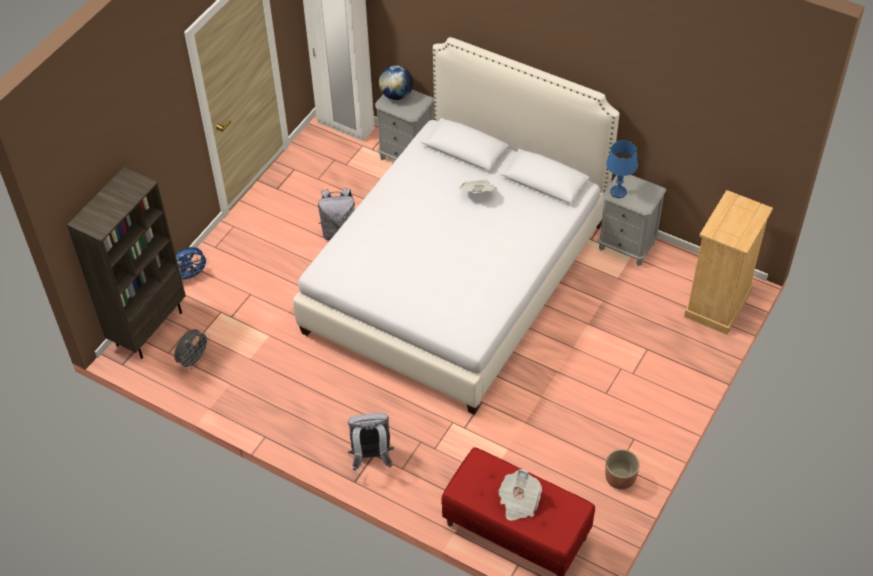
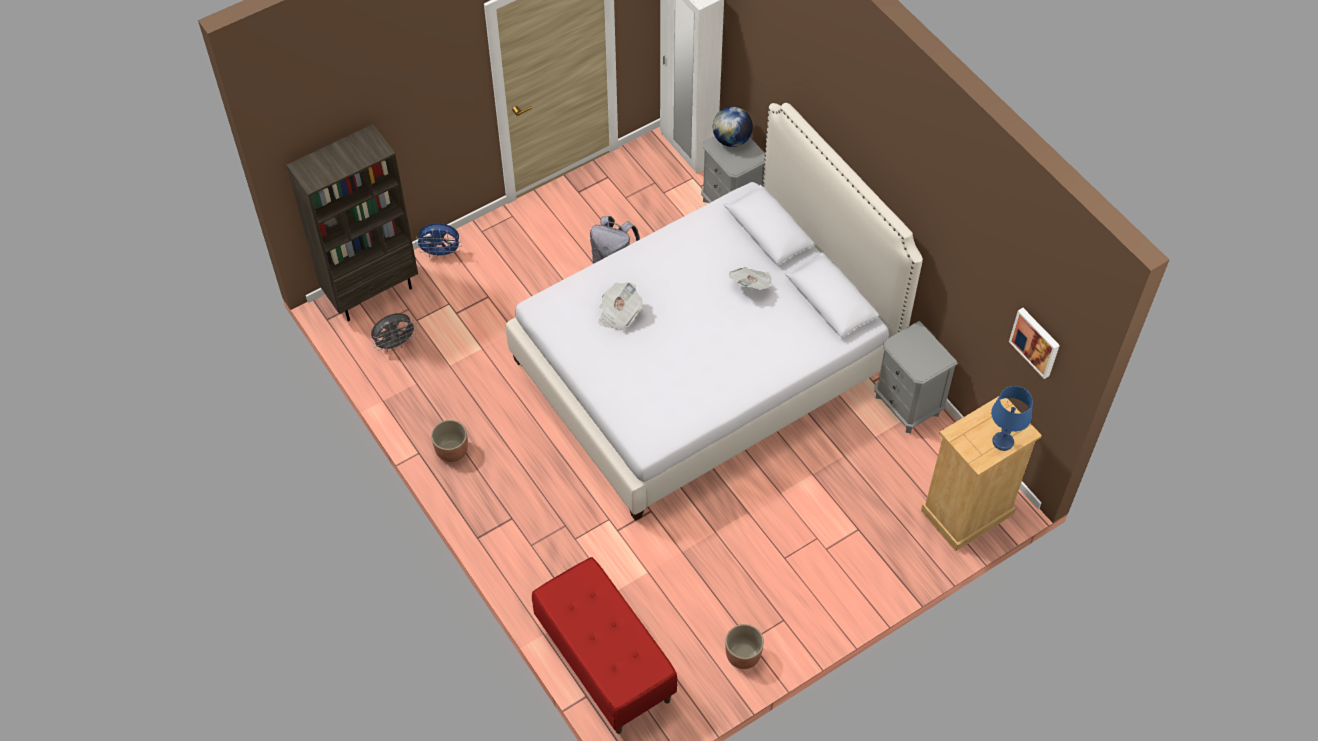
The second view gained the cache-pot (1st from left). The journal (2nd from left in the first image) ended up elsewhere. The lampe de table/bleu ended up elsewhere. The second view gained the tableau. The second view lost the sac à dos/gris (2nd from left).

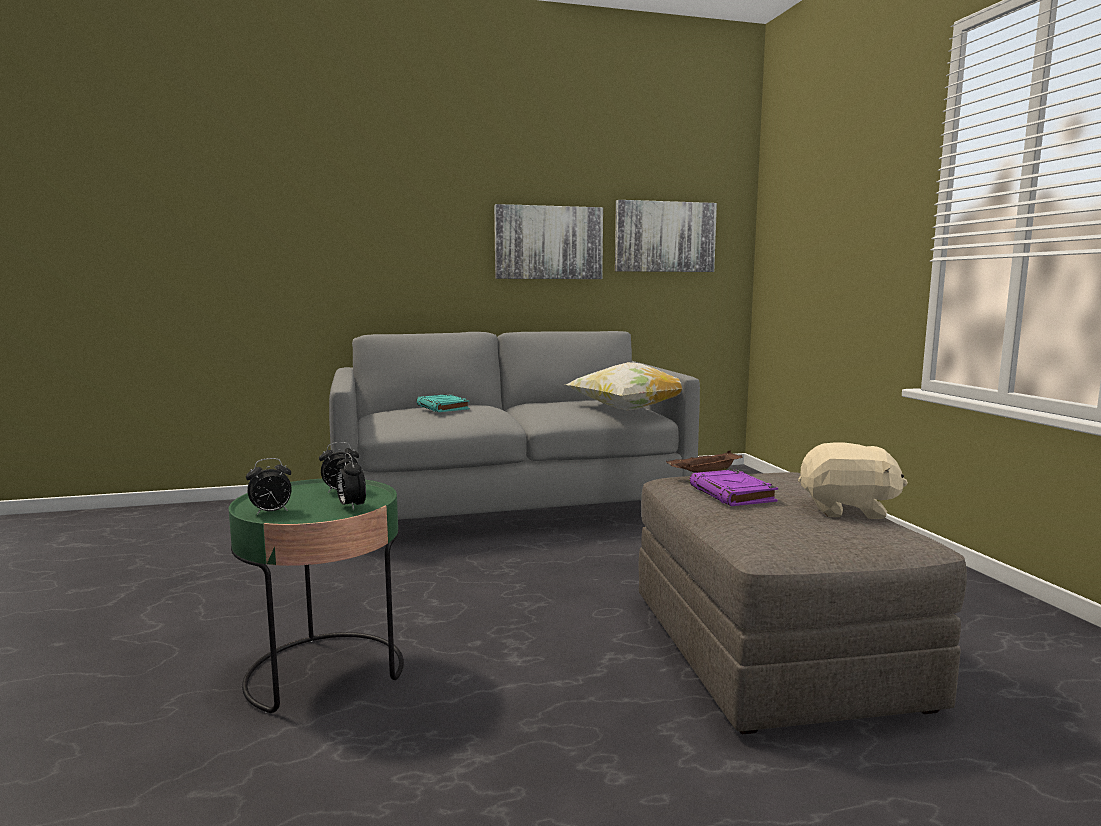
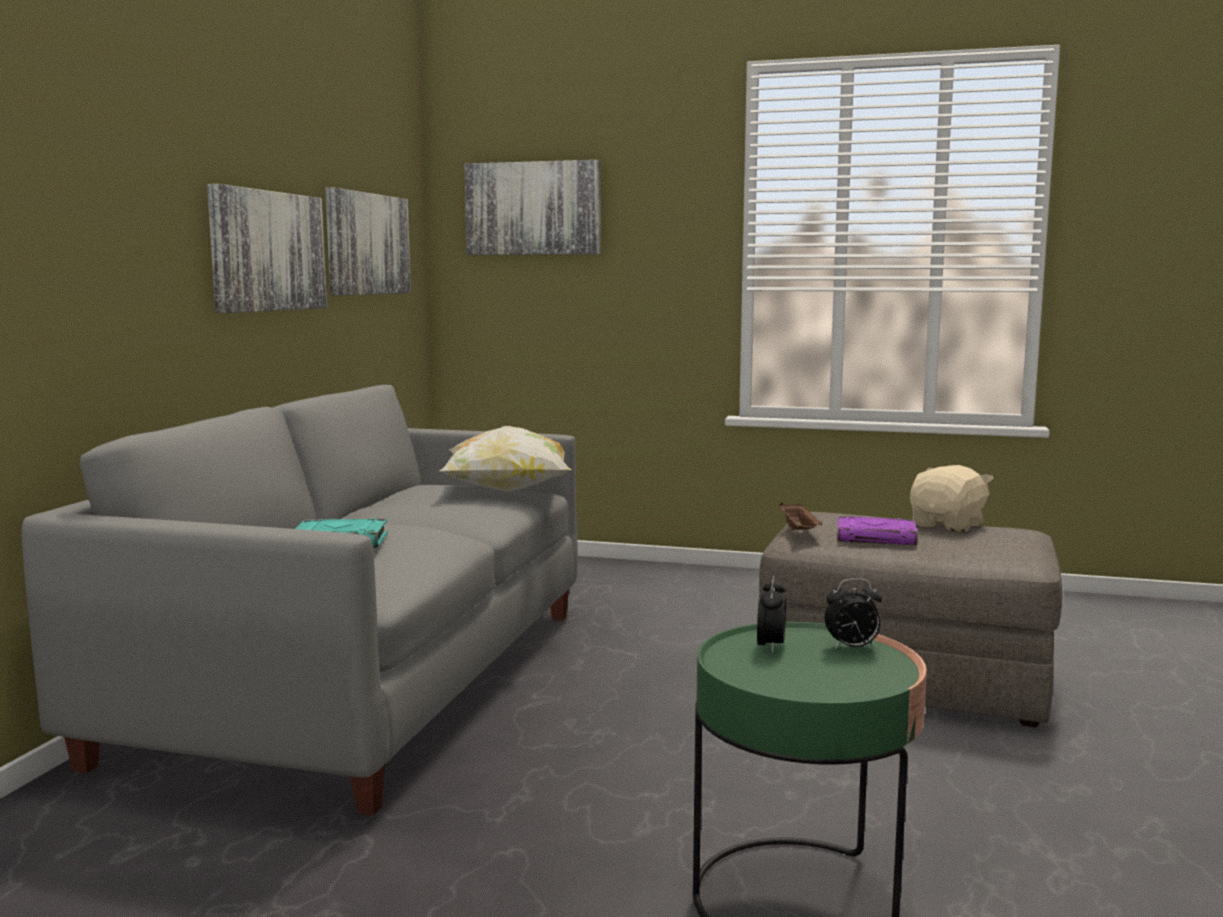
The second view gained the tableau (3rd from left). The second view lost the réveil (1st from left).

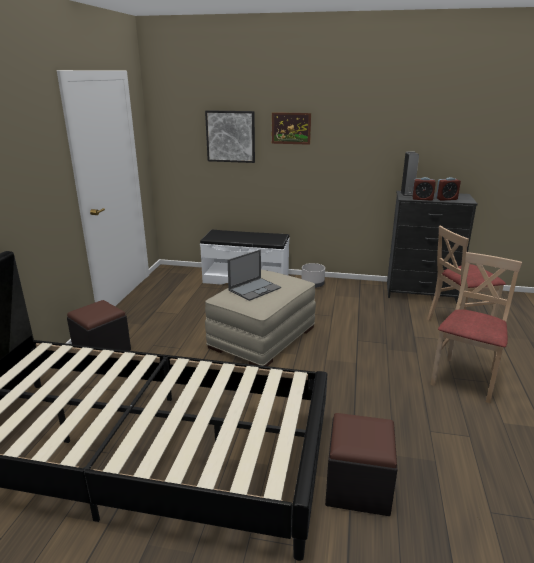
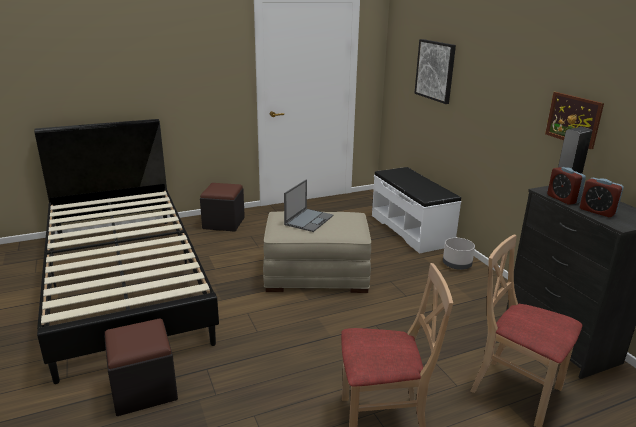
The ordinateur portable ended up facing another way, 75 degrees counterclockwise from before. The tableau (2nd from left) ended up elsewhere.

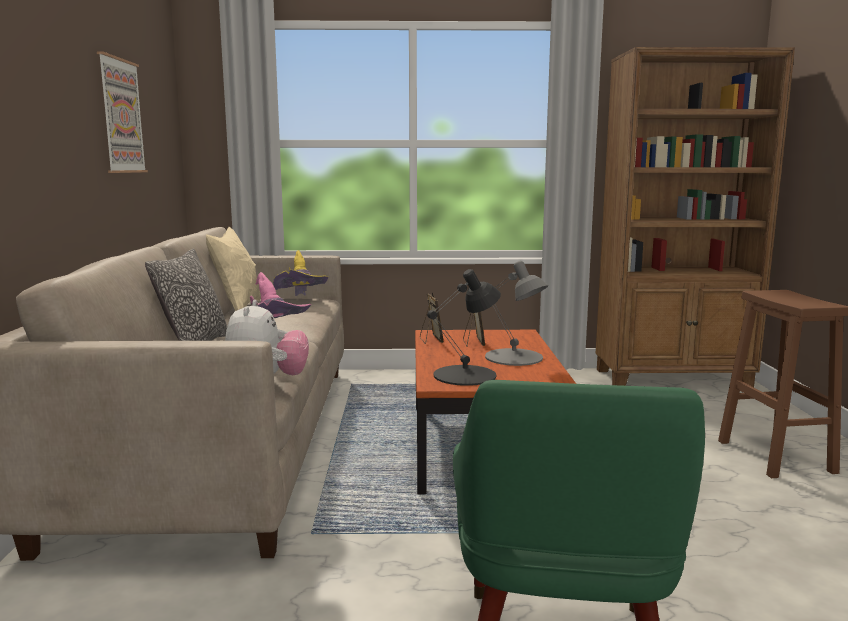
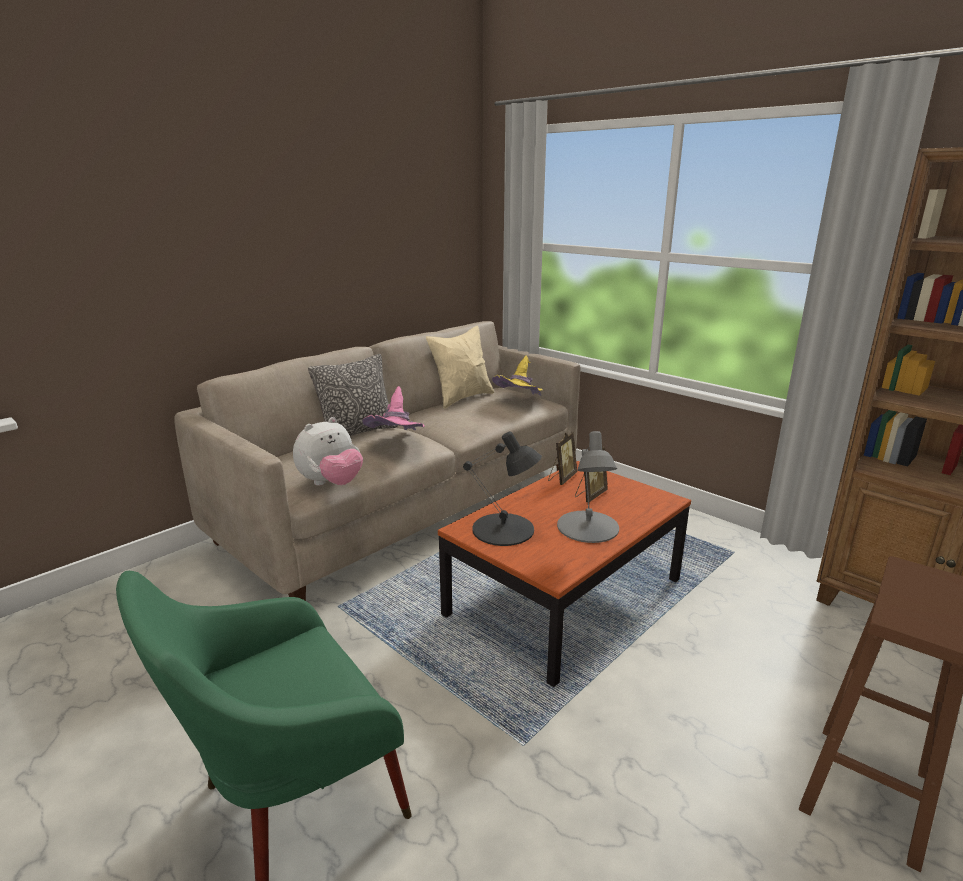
The second view lost the tableau.

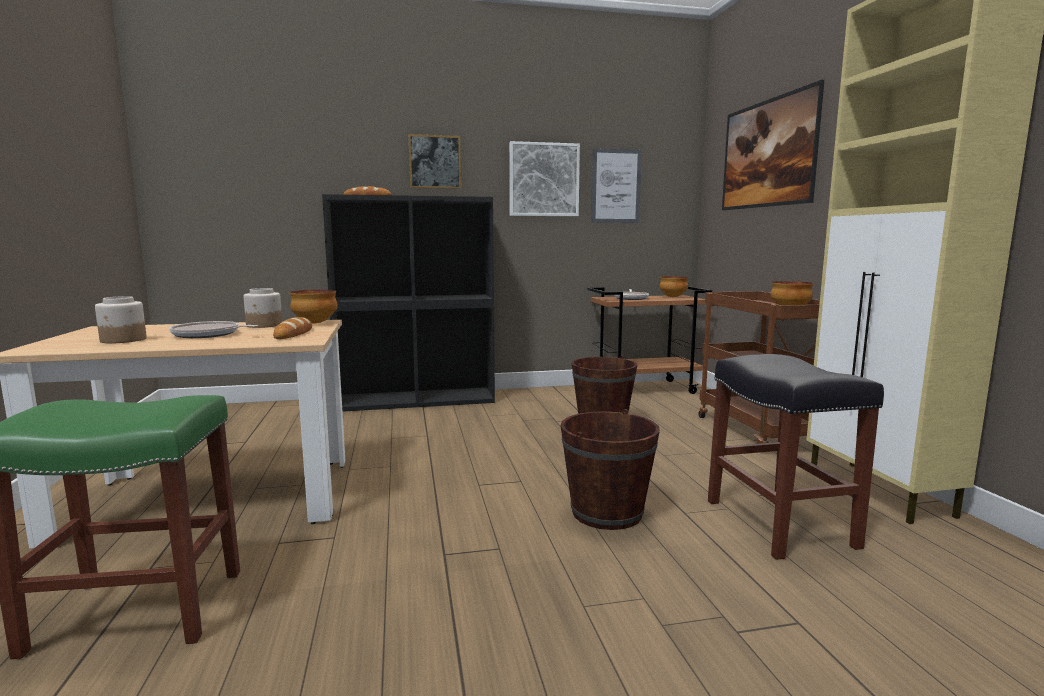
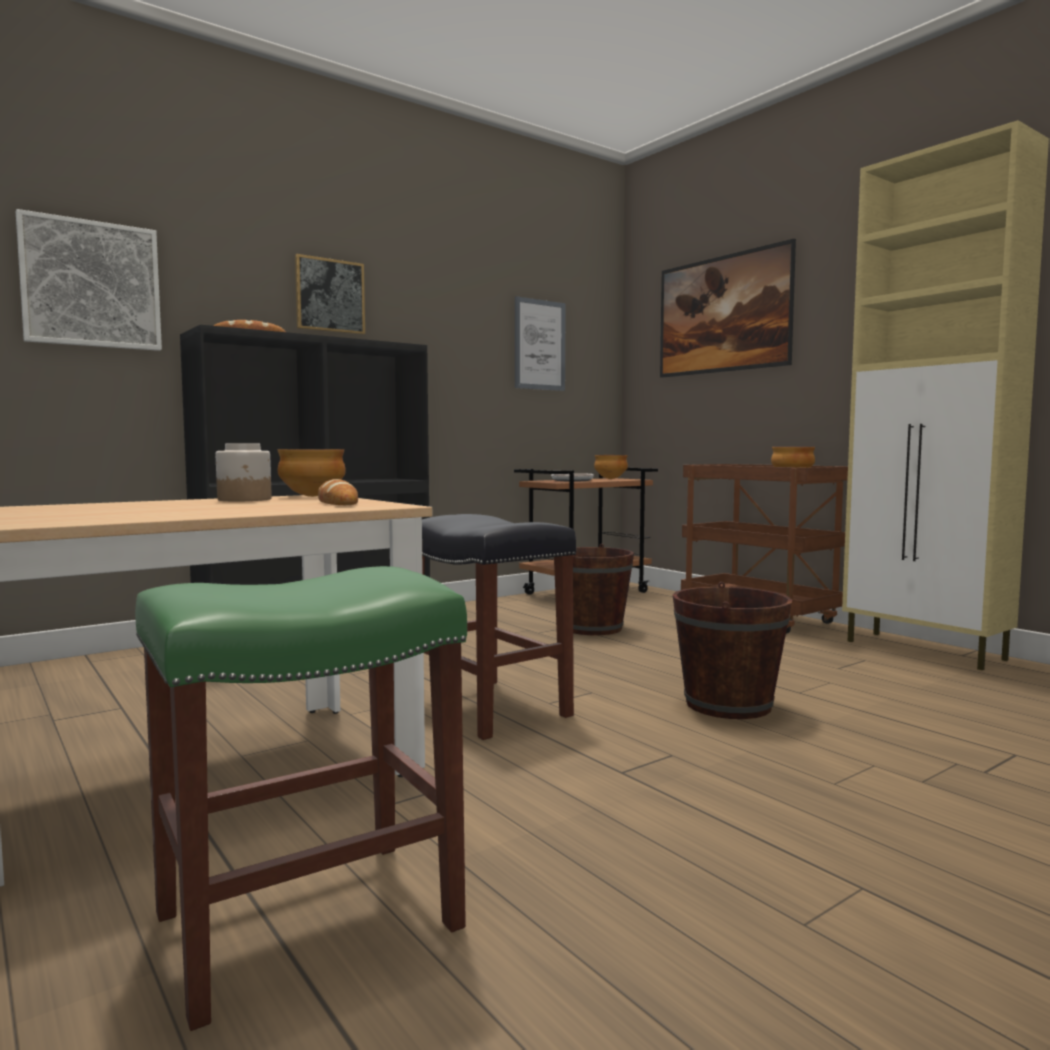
The tableau (2nd from left in the first image) ended up elsewhere. The tabouret/noir ended up elsewhere. The second view lost the bocal (1st from left). The second view lost the poêle (1st from left).

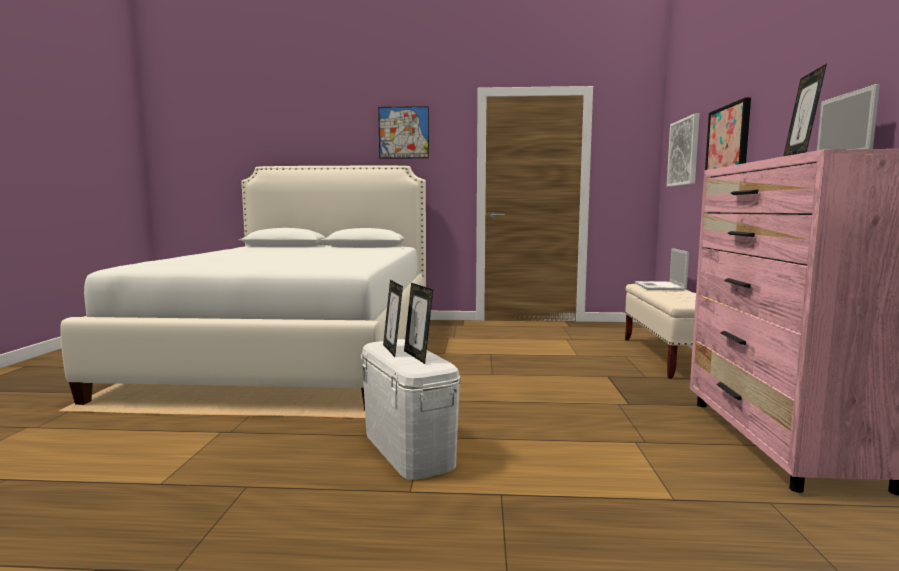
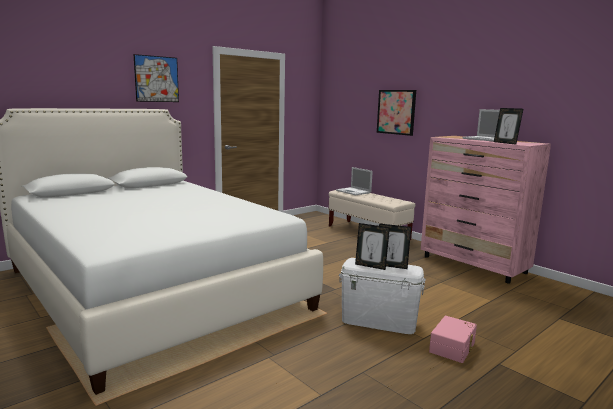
The second view gained the boîte de rangement/rose. The second view lost the tableau (2nd from left).

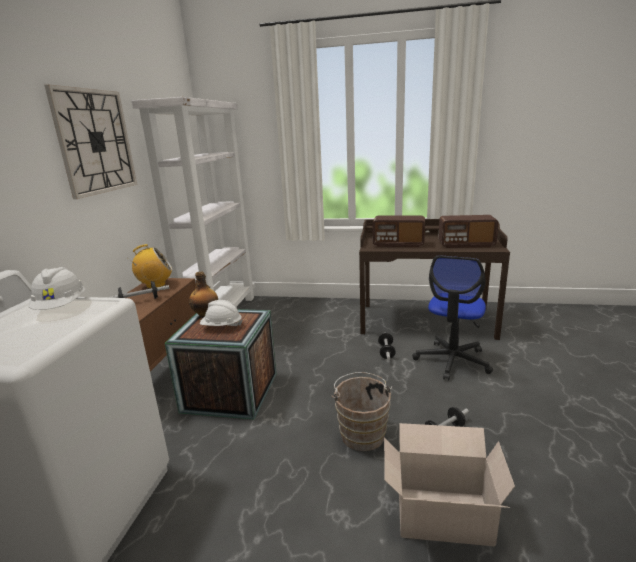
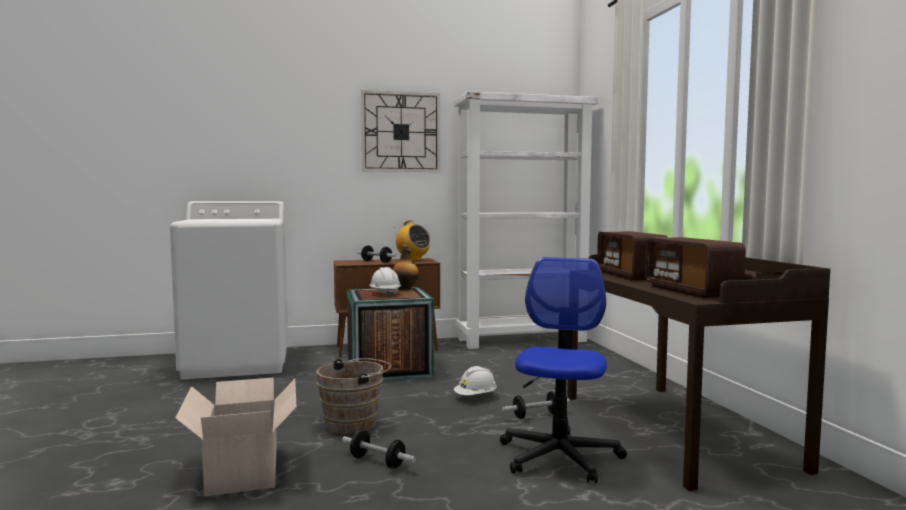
The casque de chantier/blanc (1st from left in the first image) ended up elsewhere. The chaise de bureau ended up facing another way, 105 degrees clockwise from before.

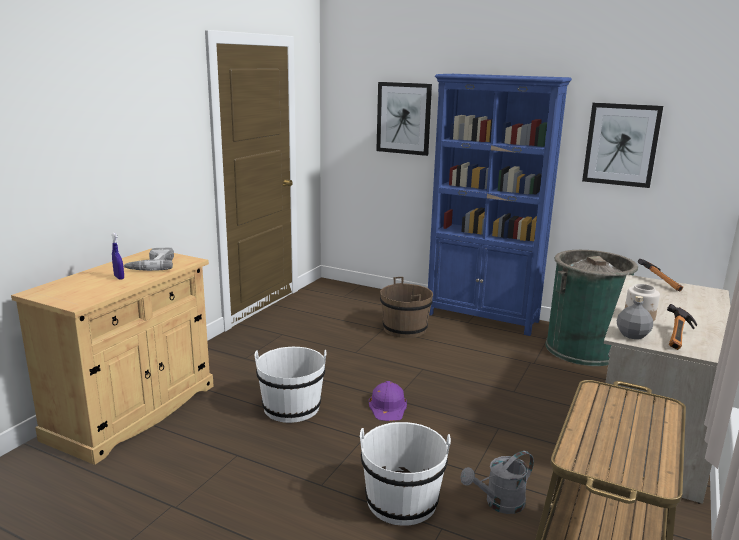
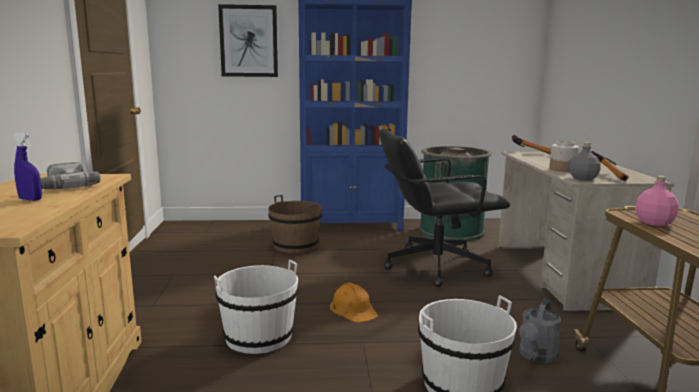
What was the casque de chantier/violet turned into the casque de chantier/orange. The second view gained the chaise de bureau/noir. The second view gained the bouteille/rose. The second view lost the tableau (2nd from left).

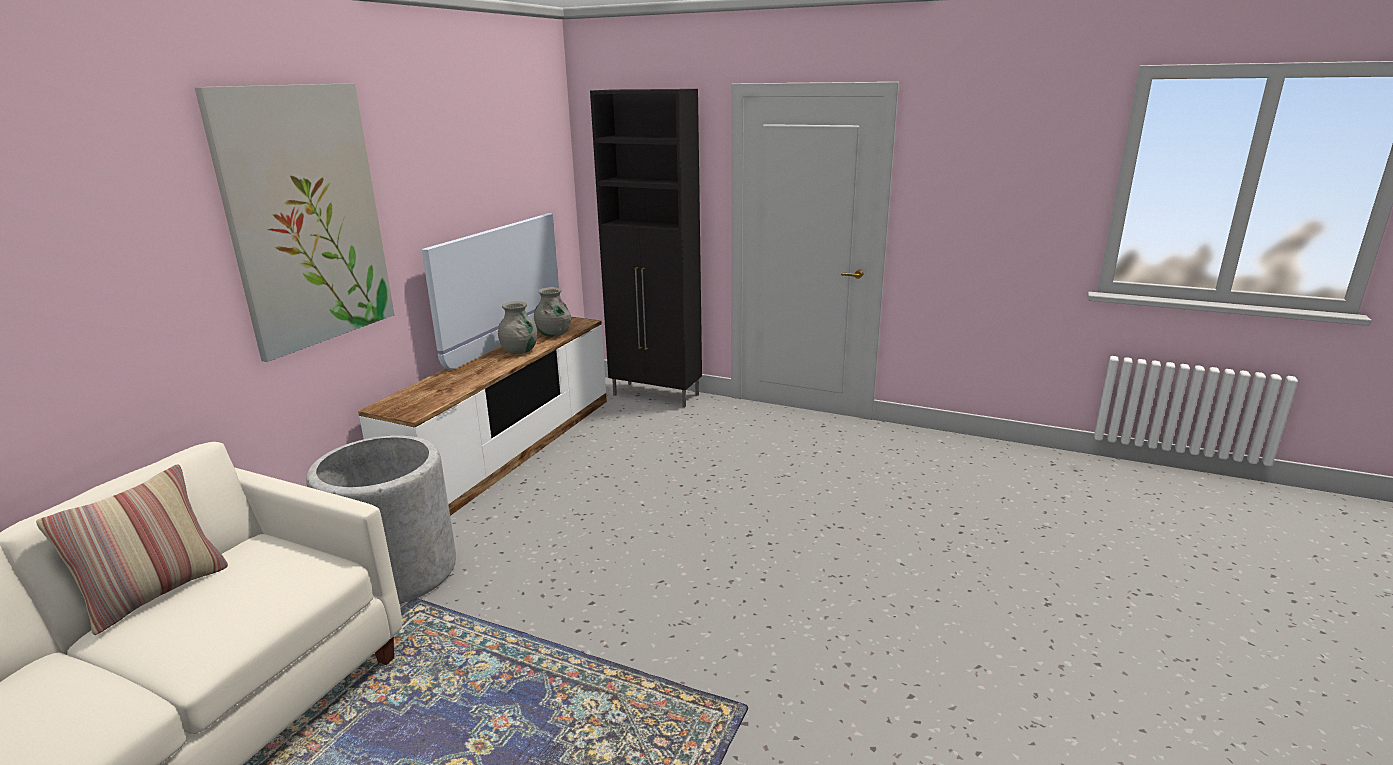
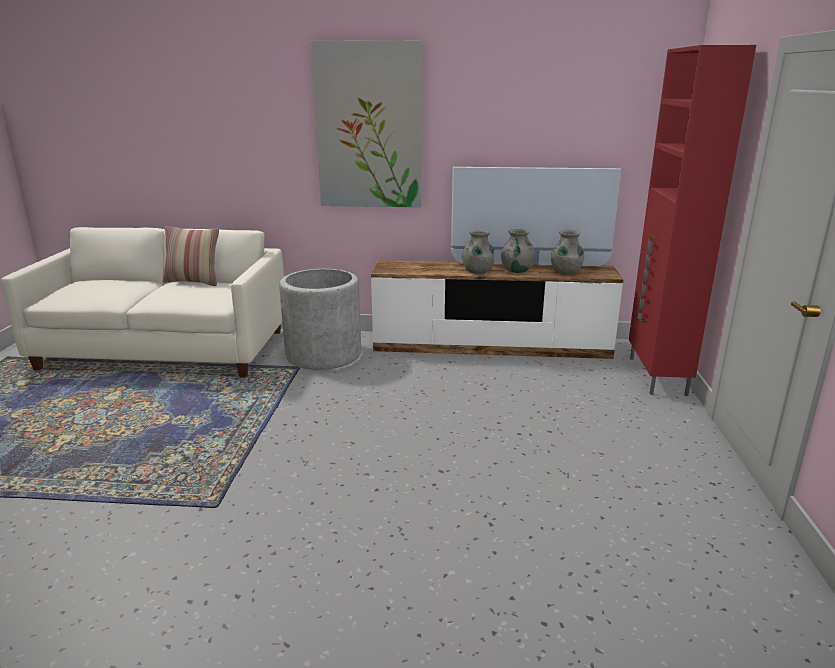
The second view gained the vase/gris (1st from left). What was the meuble de rangement/noir turned into the meuble de rangement/rouge.

